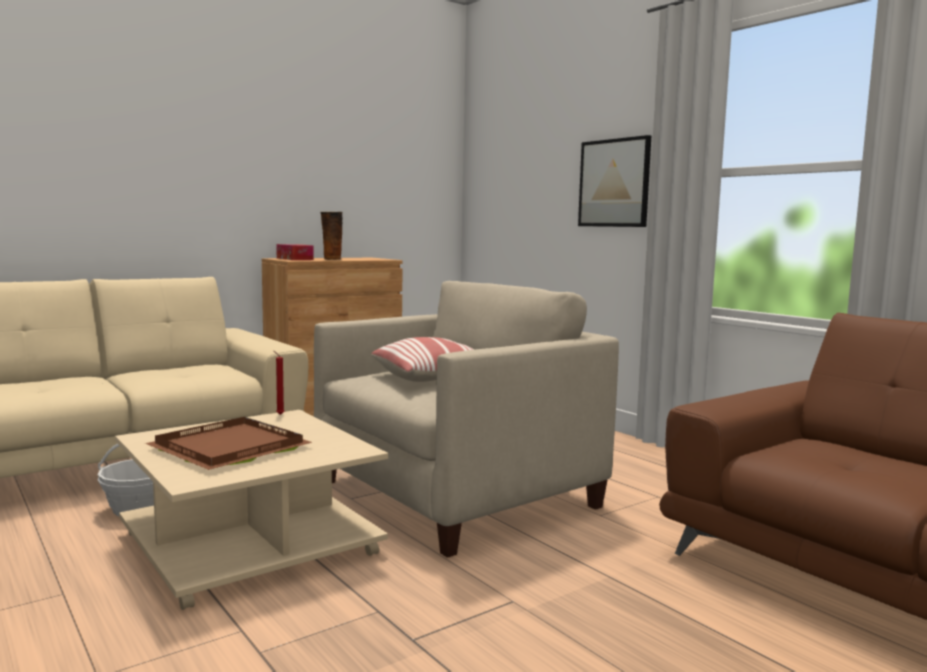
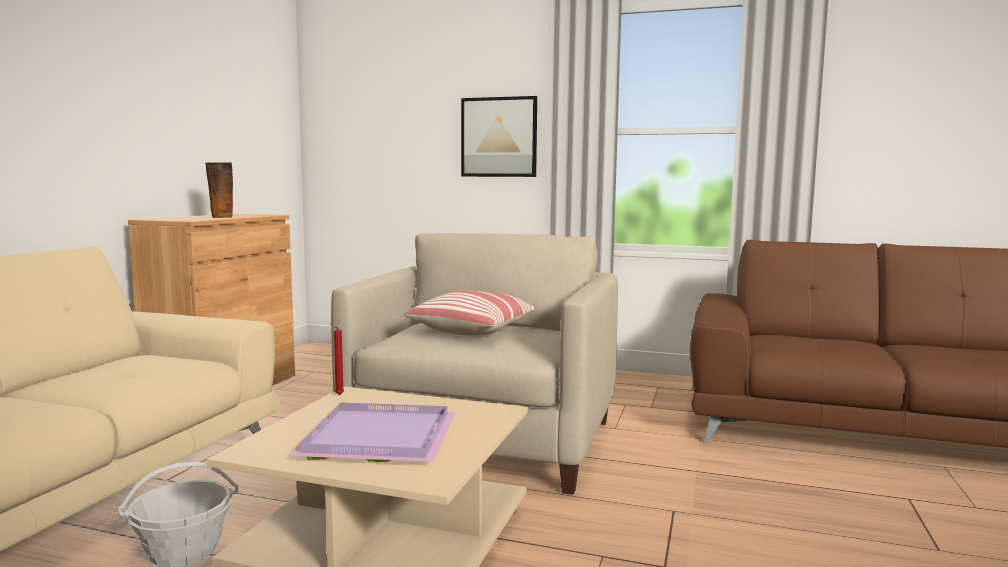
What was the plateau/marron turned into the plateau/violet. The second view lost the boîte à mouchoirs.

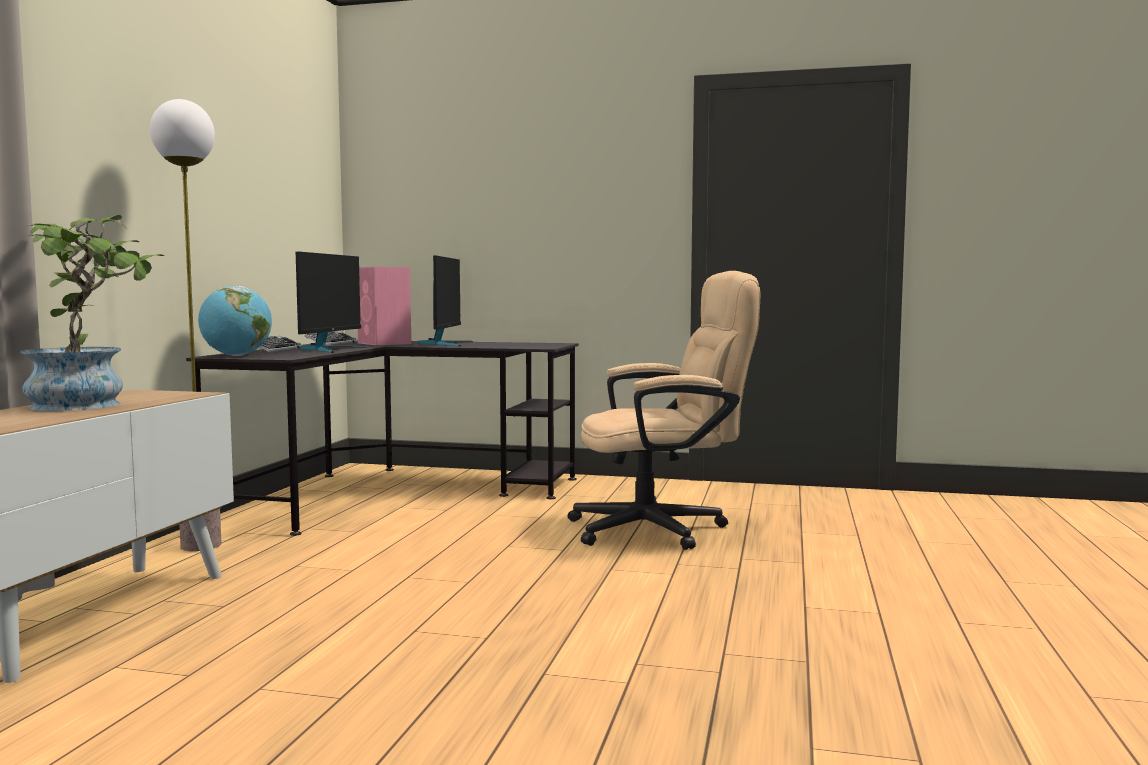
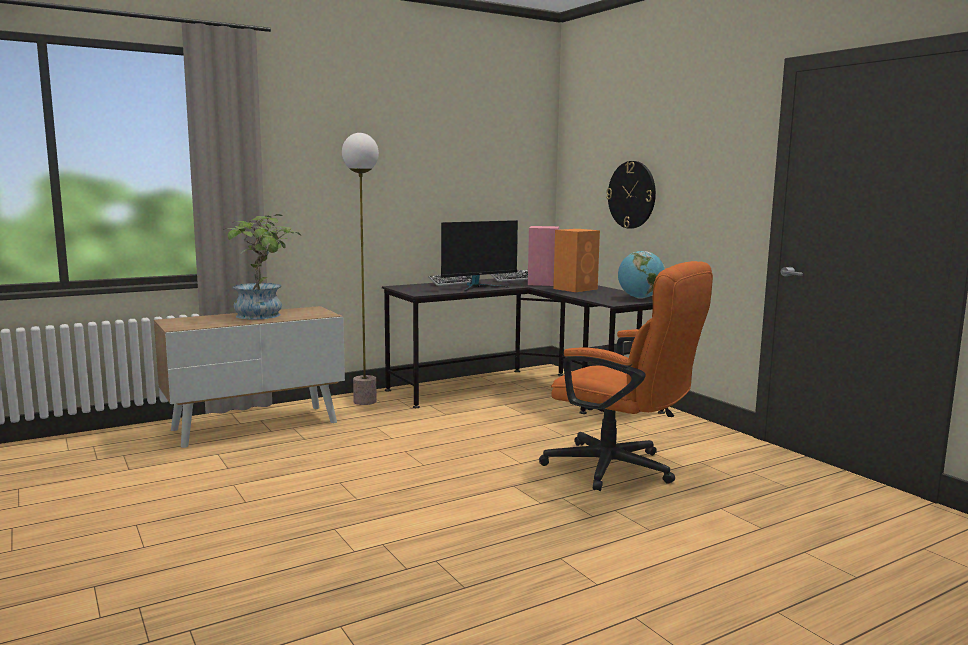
What was the chaise de bureau/beige turned into the chaise de bureau/orange. Where the écran d'ordinateur (2nd from left) stood, the enceinte/orange came to stand. The second view gained the horloge murale. The globe ended up elsewhere.

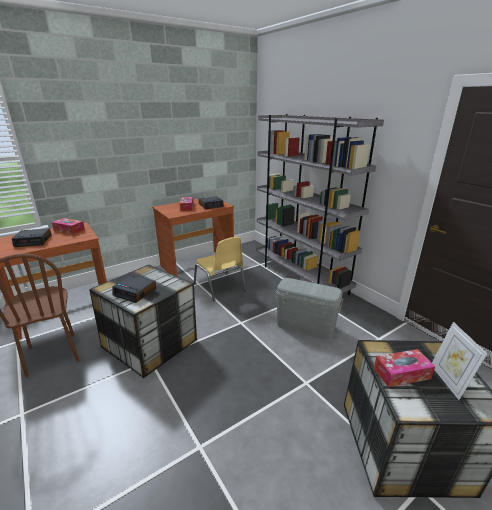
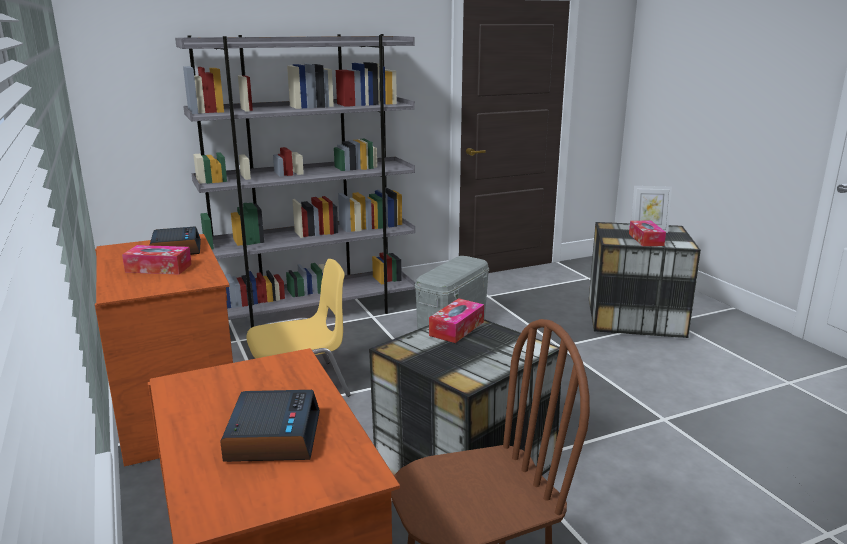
The boîte à mouchoirs (1st from left in the first image) ended up elsewhere. The second view lost the réveil (2nd from left).

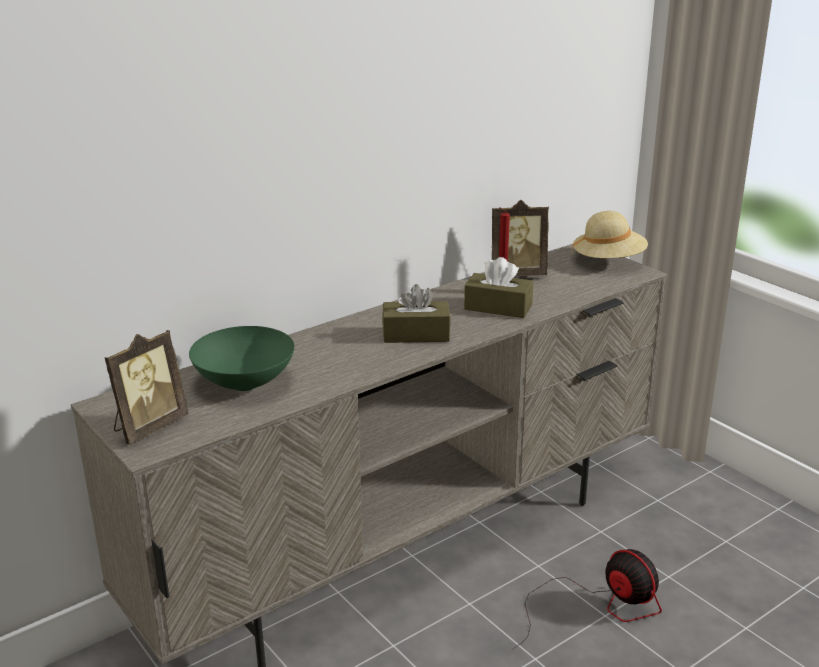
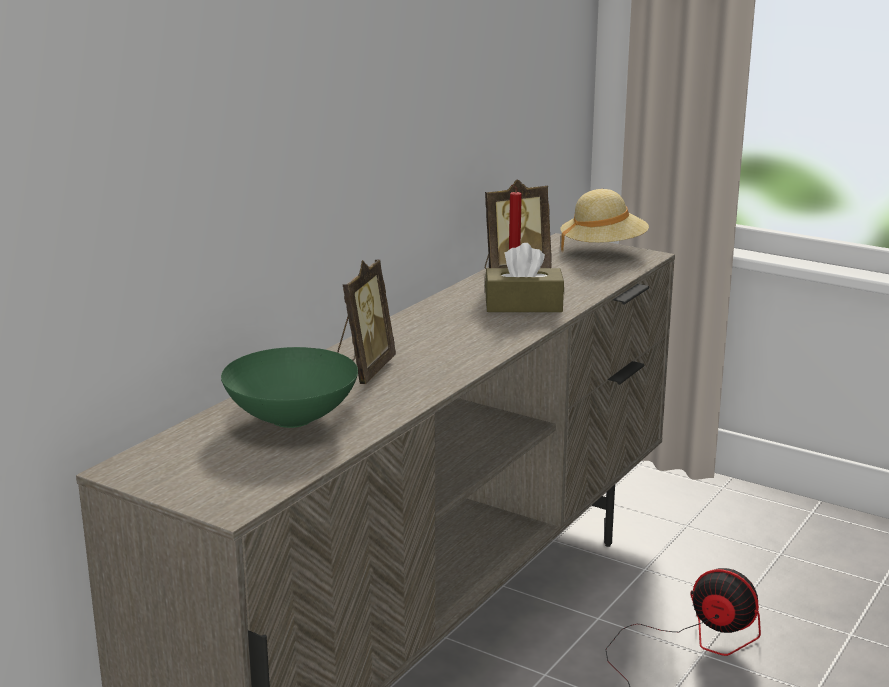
The cadre photo (1st from left) ended up elsewhere. The second view lost the boîte à mouchoirs/marron (1st from left).

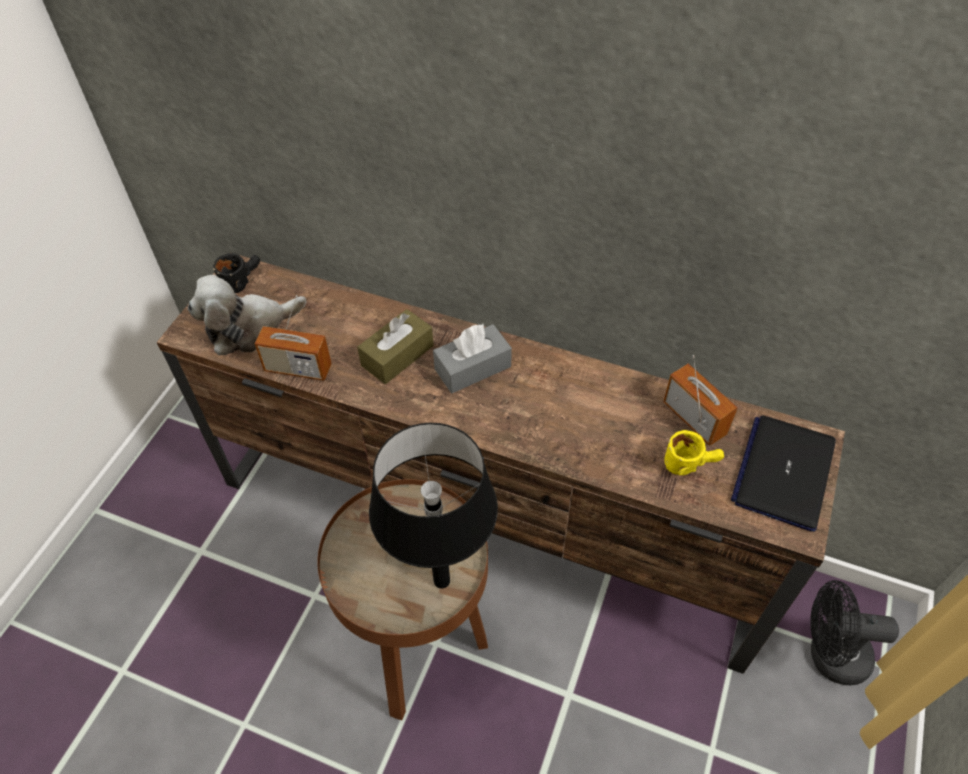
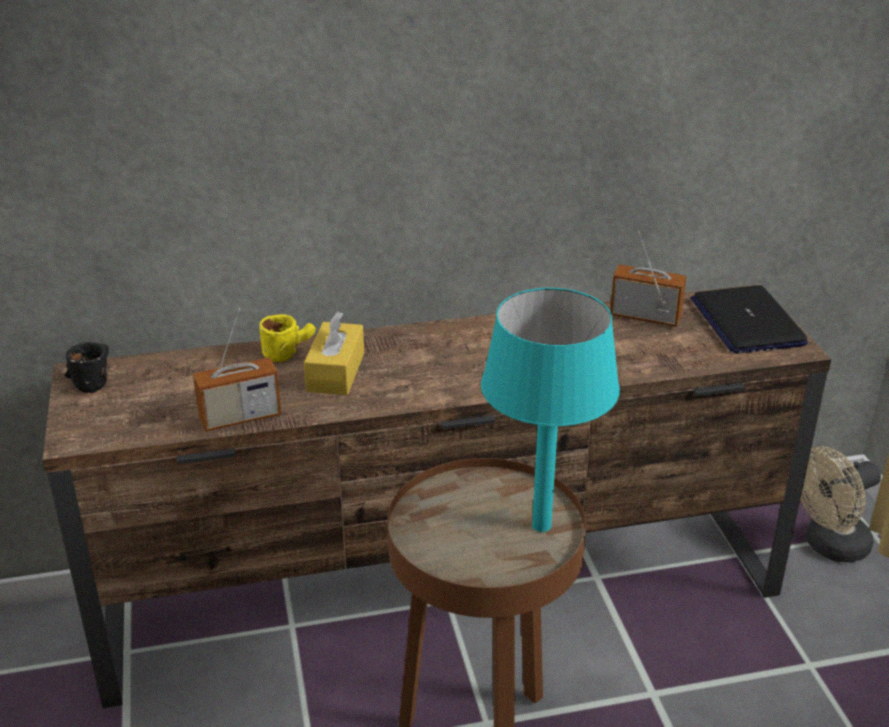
The mug/jaune ended up elsewhere. What was the boîte à mouchoirs/marron turned into the boîte à mouchoirs/jaune. What was the lampe de table/noir turned into the lampe de table/turquoise. What was the ventilateur/noir turned into the ventilateur/beige. The second view lost the peluche. The second view lost the boîte à mouchoirs/gris.

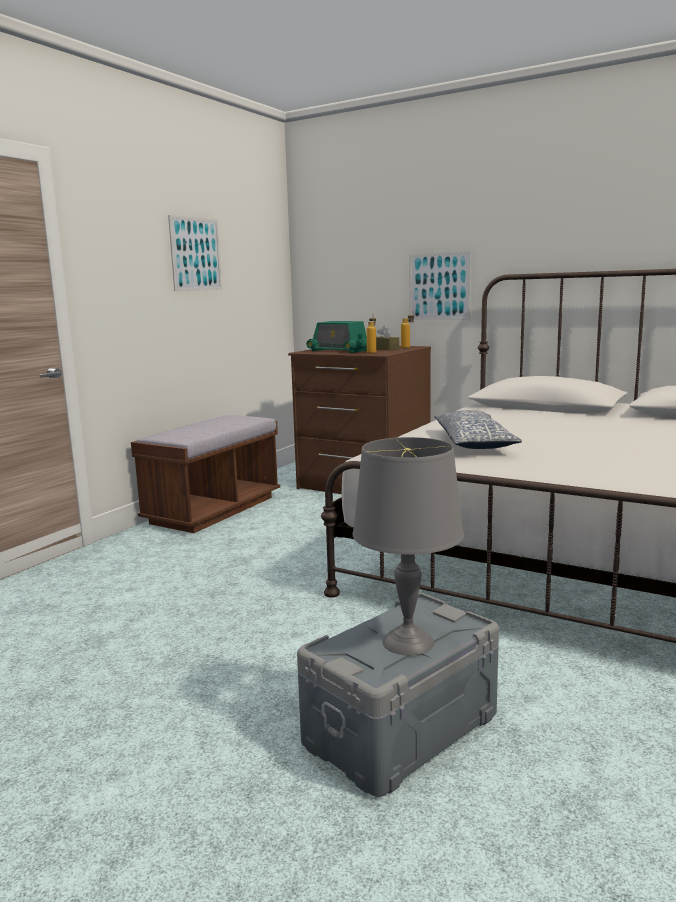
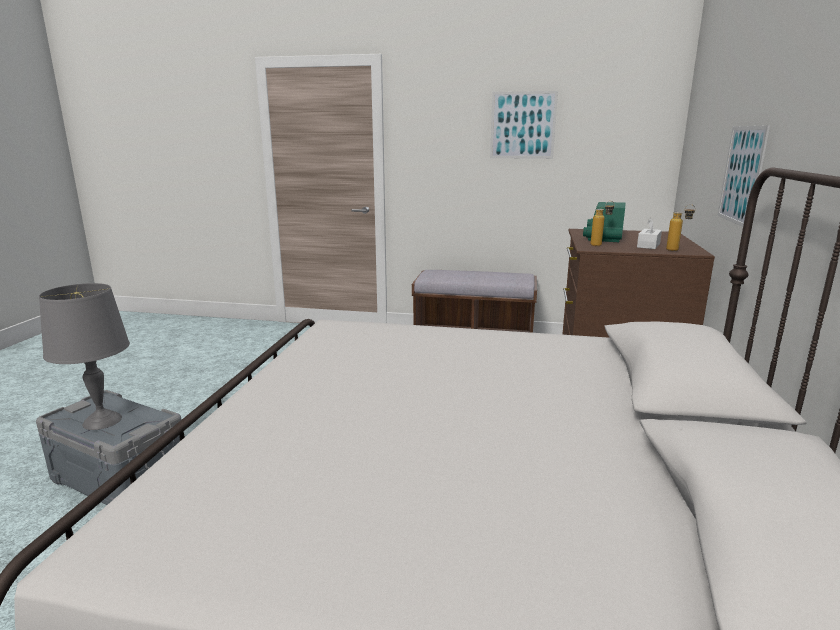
What was the boîte à mouchoirs/marron turned into the boîte à mouchoirs/blanc. The second view lost the coussin.

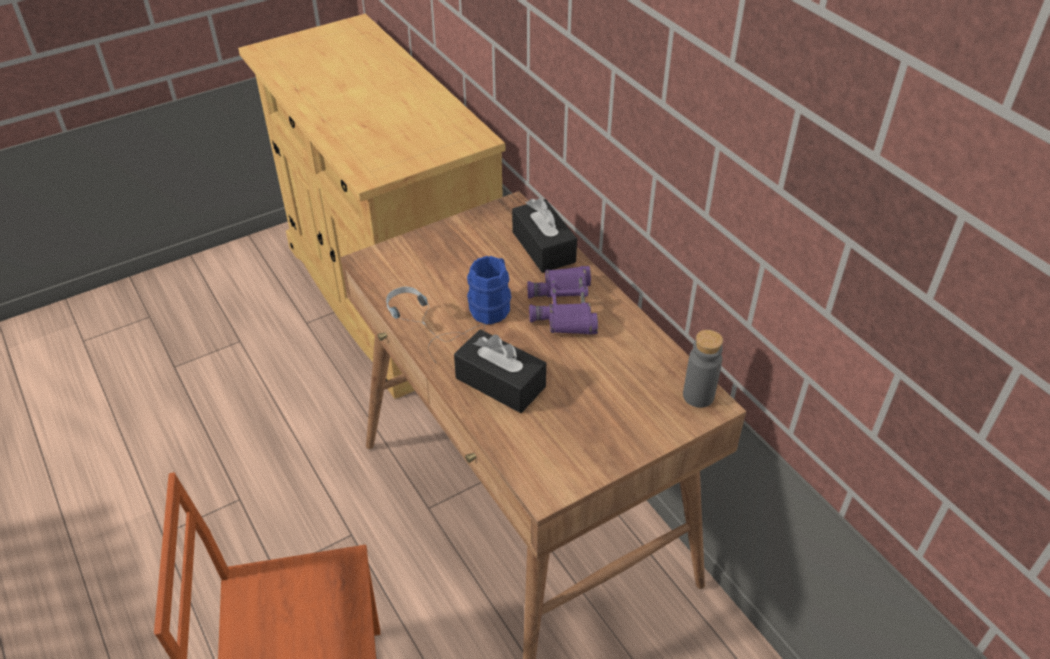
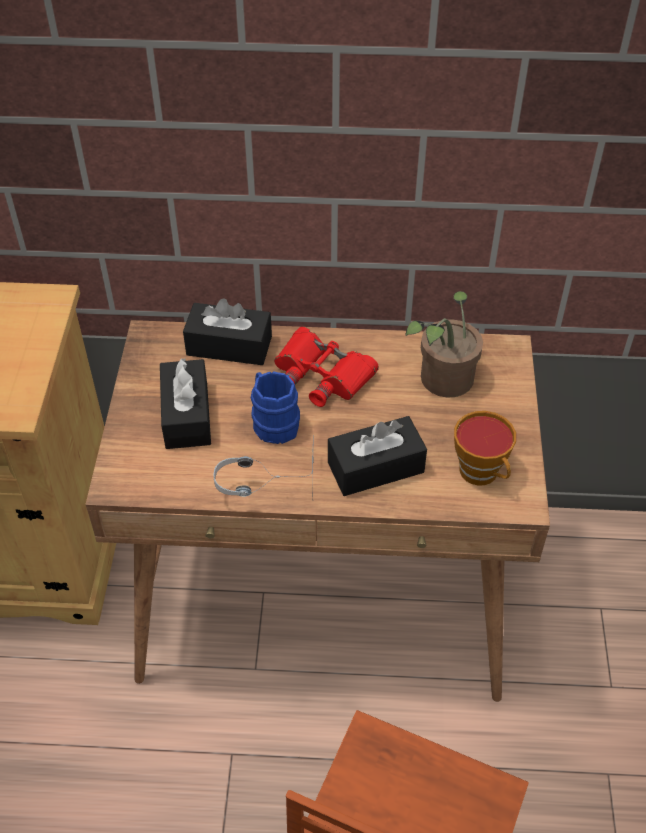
The second view gained the boîte à mouchoirs/noir (1st from left). What was the jumelles/violet turned into the jumelles/rouge. The second view gained the plante en pot. The second view gained the tasse. The second view lost the bouteille/gris.

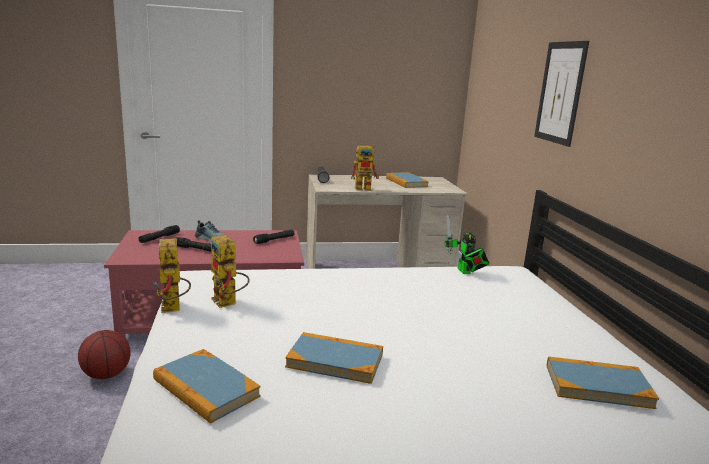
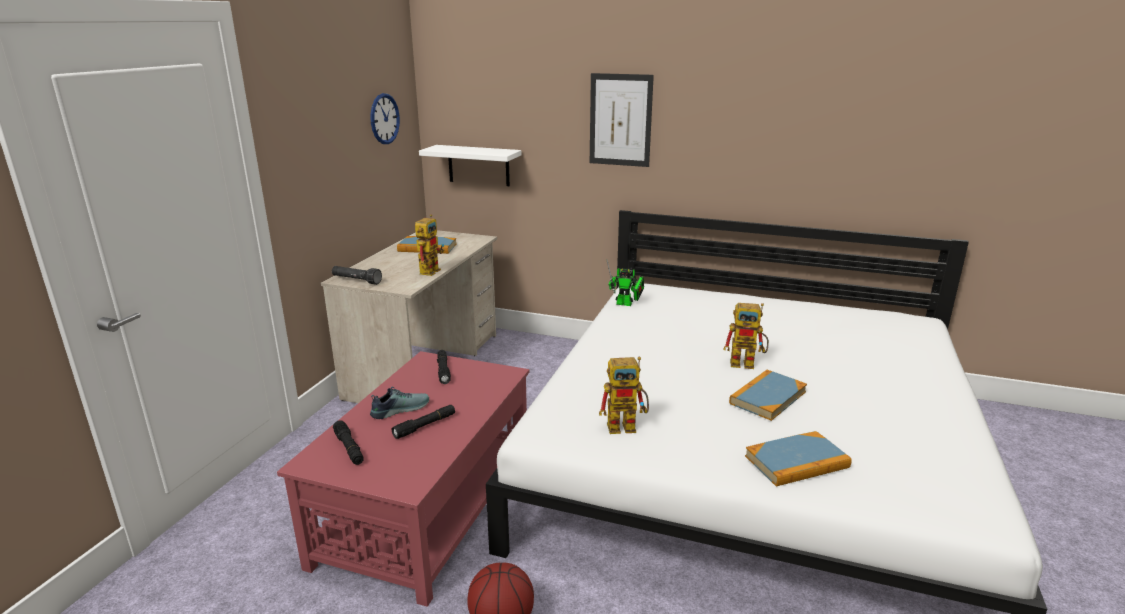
The second view gained the horloge murale. The second view gained the étagère/blanc. The robot jouet (1st from left in the first image) ended up elsewhere. The second view lost the livre (4th from left).

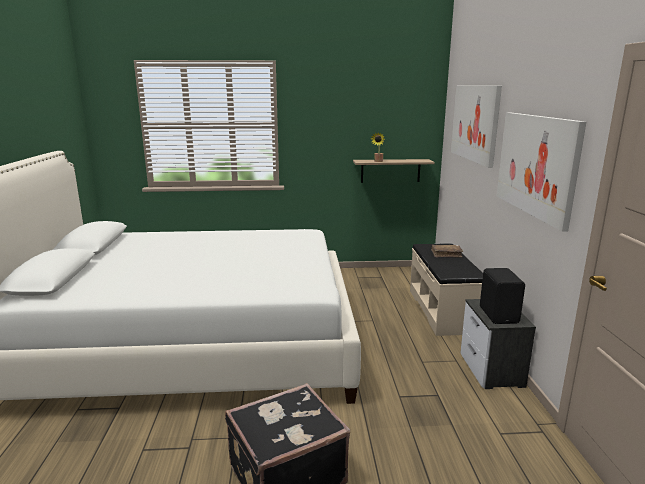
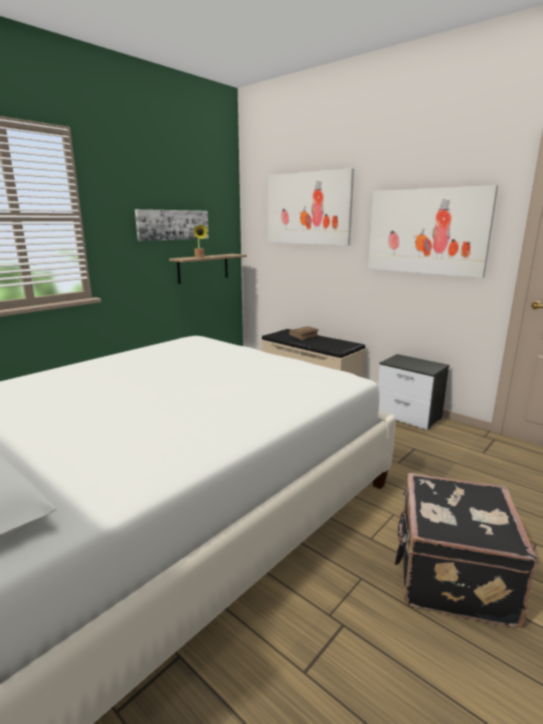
The second view gained the tableau (1st from left). The second view lost the enceinte/noir.

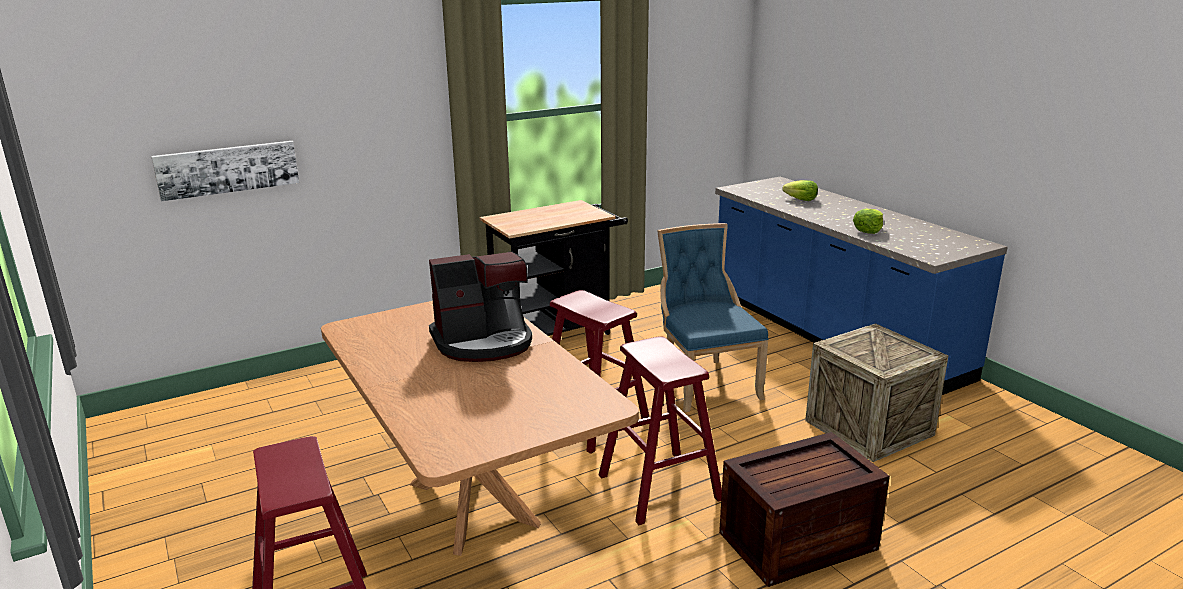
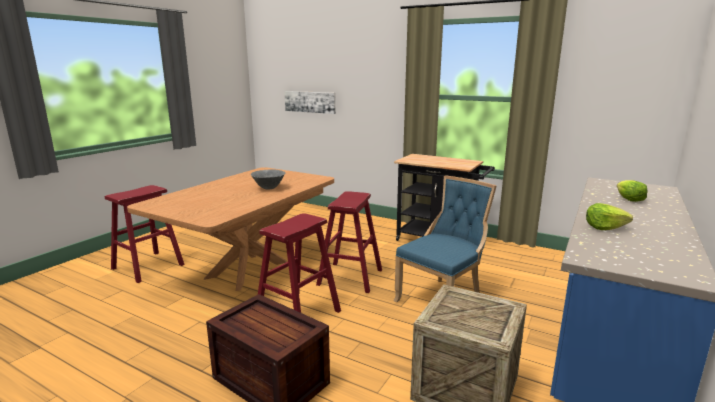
Where the machine à café stood, the bol/gris came to stand.

